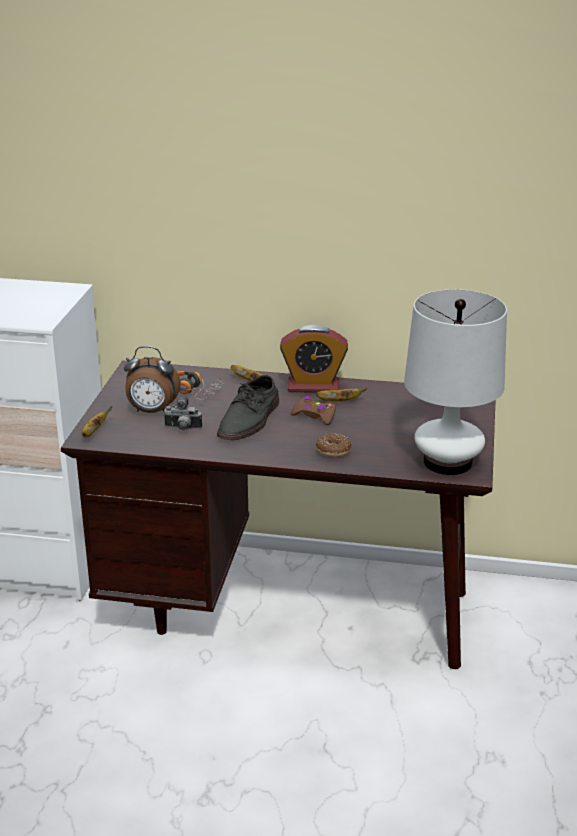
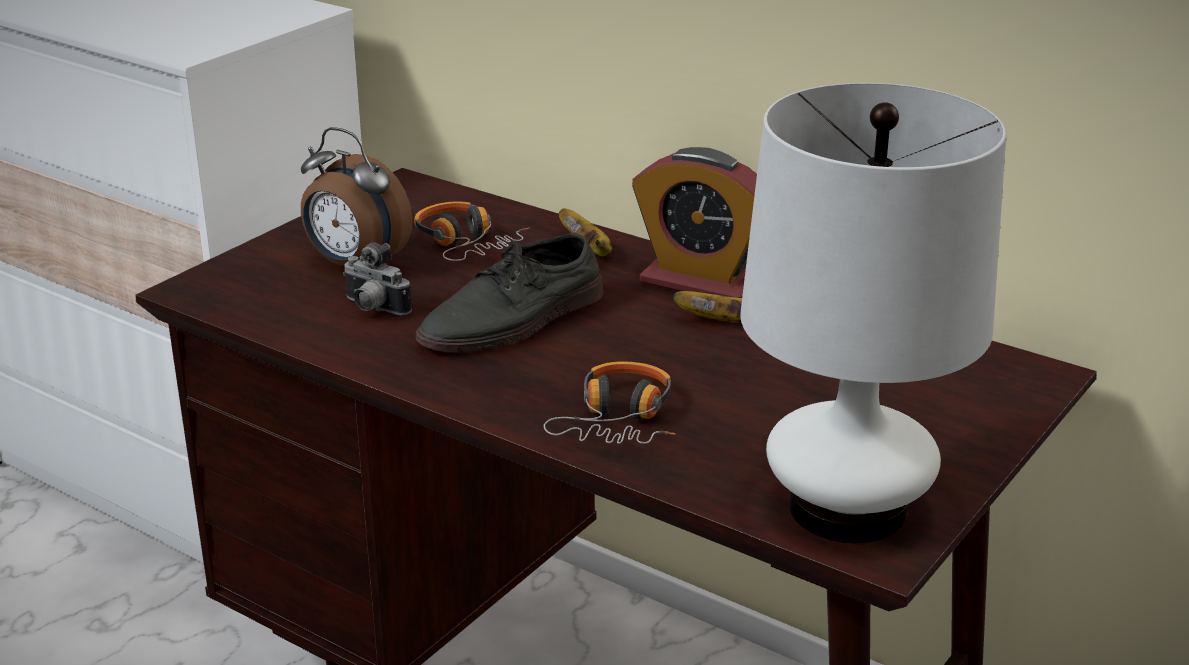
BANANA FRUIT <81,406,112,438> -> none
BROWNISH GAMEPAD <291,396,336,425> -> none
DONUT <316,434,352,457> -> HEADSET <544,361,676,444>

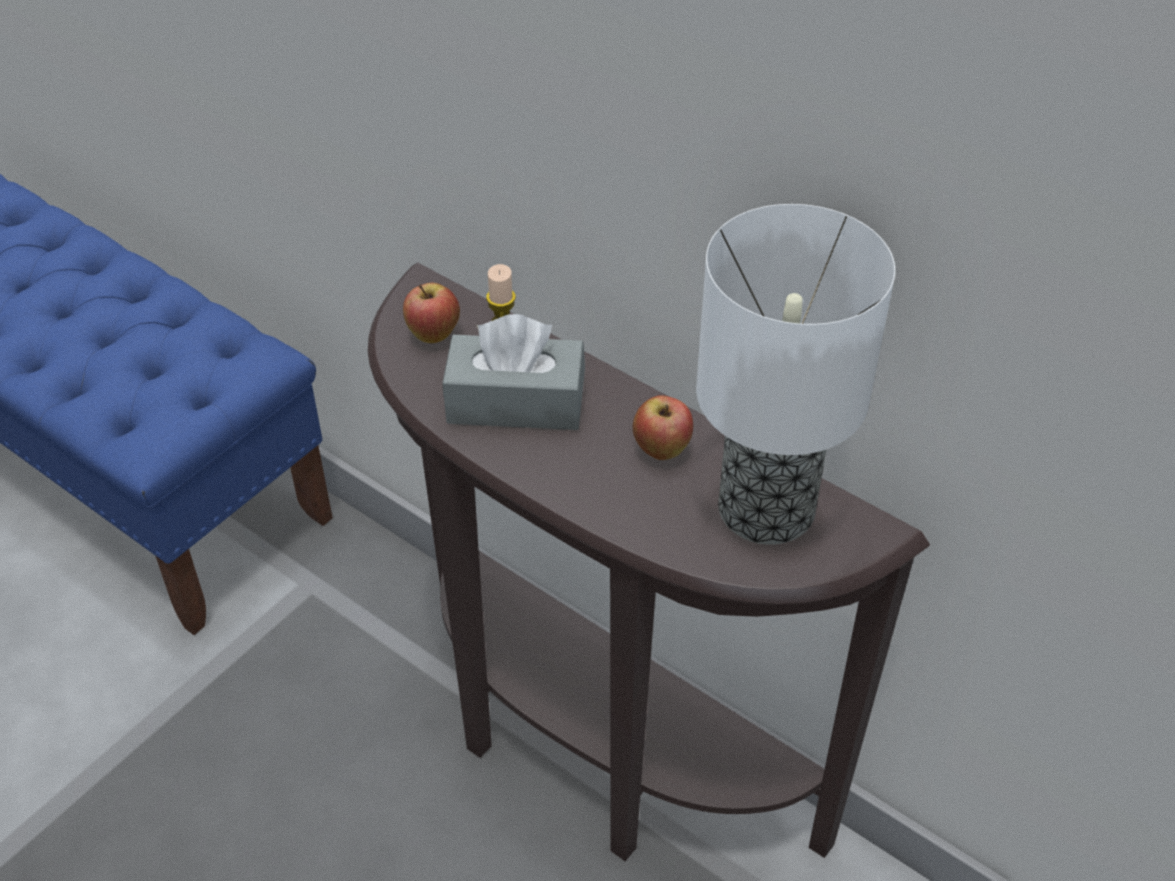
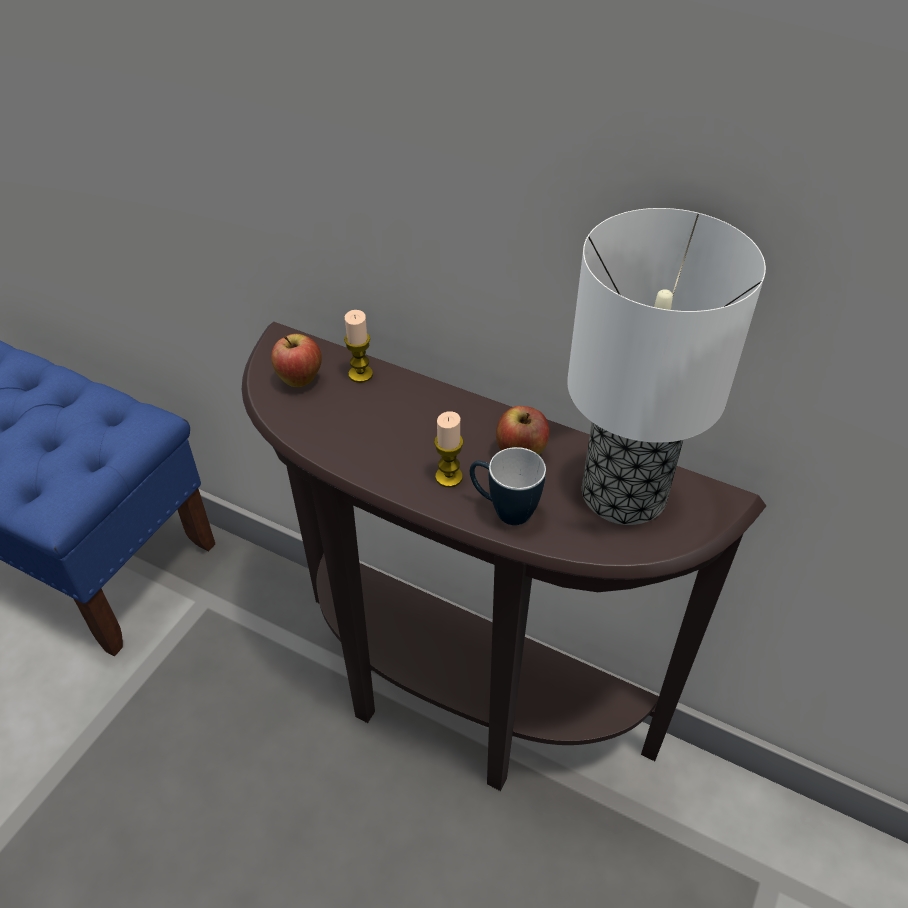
GRAY TISSUE BOX <442,314,585,430> -> none
none -> CANDLE <434,411,463,487>
none -> COFFEE MUG <470,447,546,525>

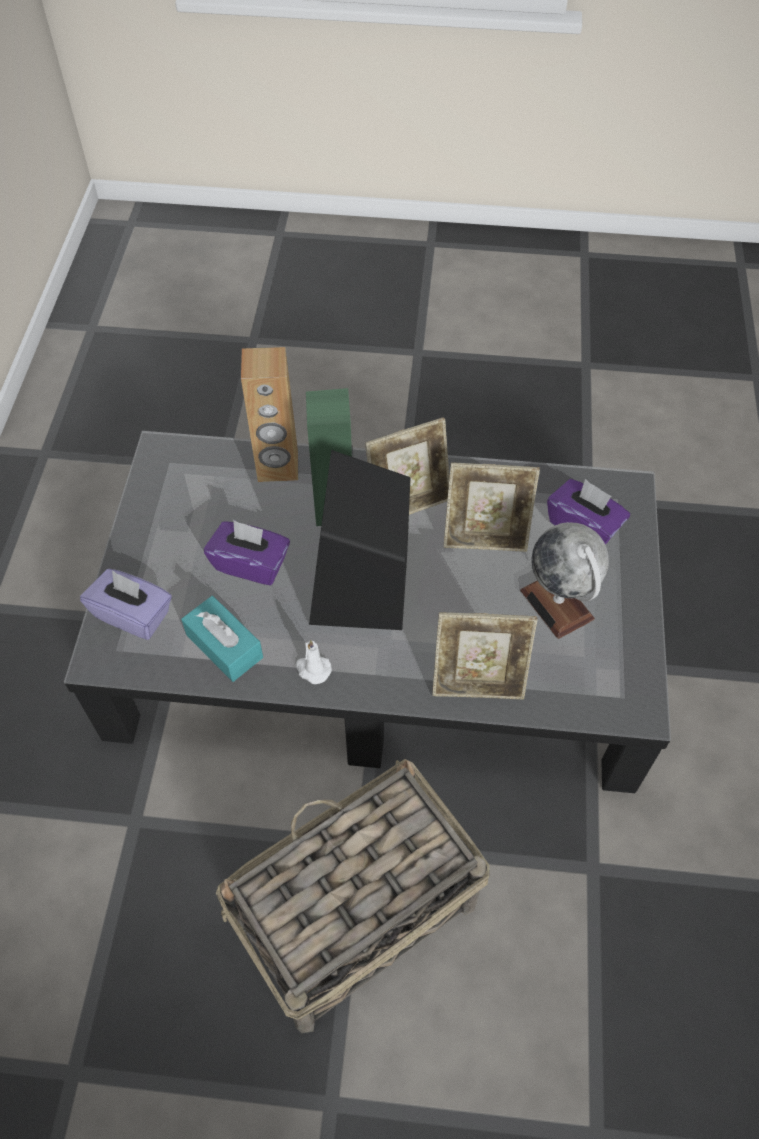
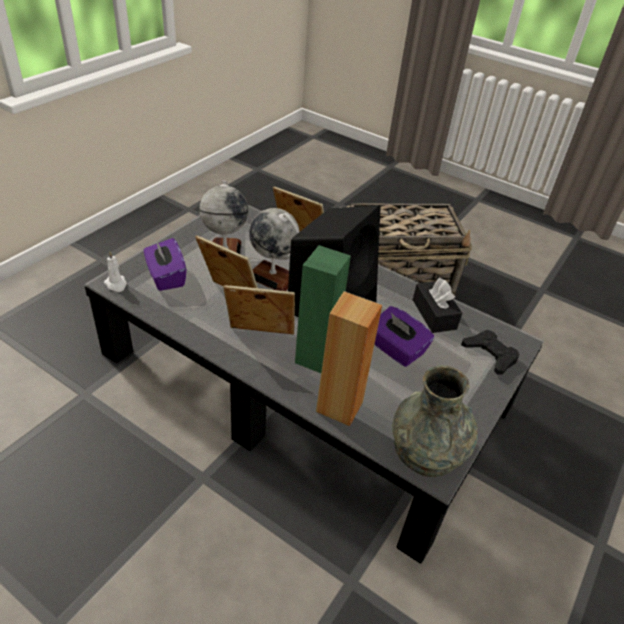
PURPLE-COLOURED TISSUE BOX <80,569,172,640> -> BLACKISH GAMEPAD <461,330,520,375>
TURQUOISE TISSUE BOX <181,596,263,682> -> BLACKISH TISSUE BOX <413,277,462,333>
WHITE CANDLE <296,640,332,684> -> WHITE CANDLE <104,251,127,292>, shifted
none -> WORLD GLOBE <249,208,299,291>
none -> GRAY FLOWER VASE <392,365,478,477>

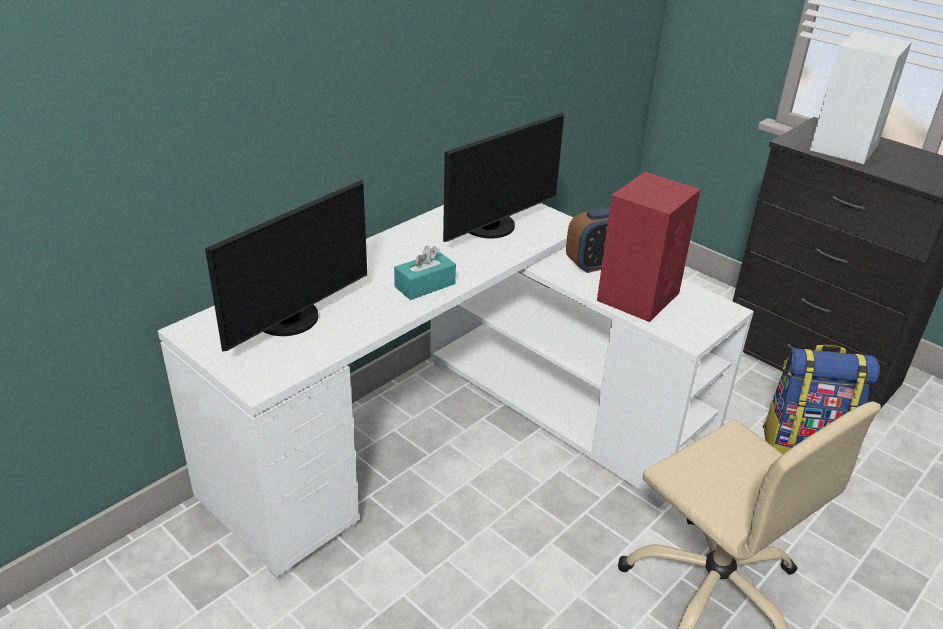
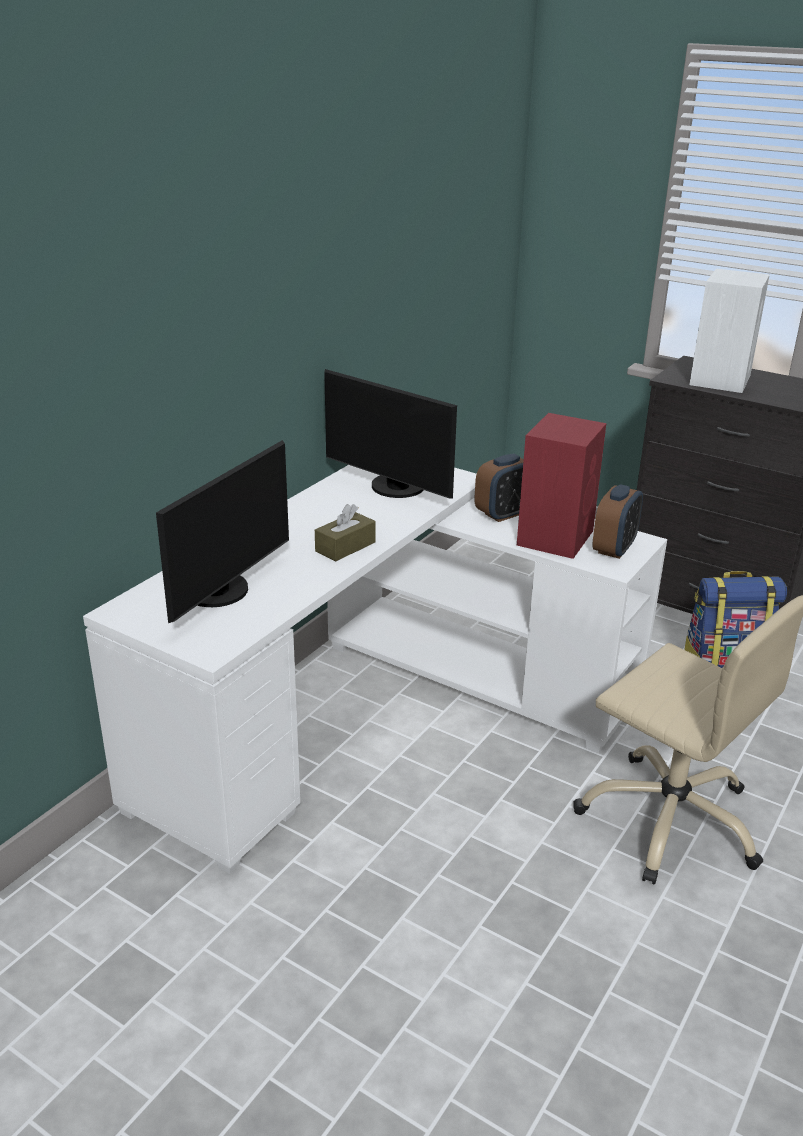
TURQUOISE TISSUE BOX <394,246,456,300> -> BROWNISH TISSUE BOX <315,504,376,561>
MONITOR <443,113,564,242> -> MONITOR <324,369,457,499>, 90 degrees clockwise
none -> BEDSIDE CLOCK <593,484,643,559>

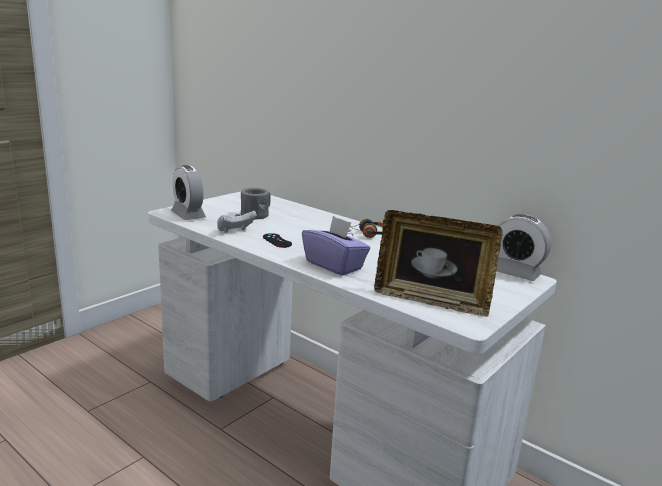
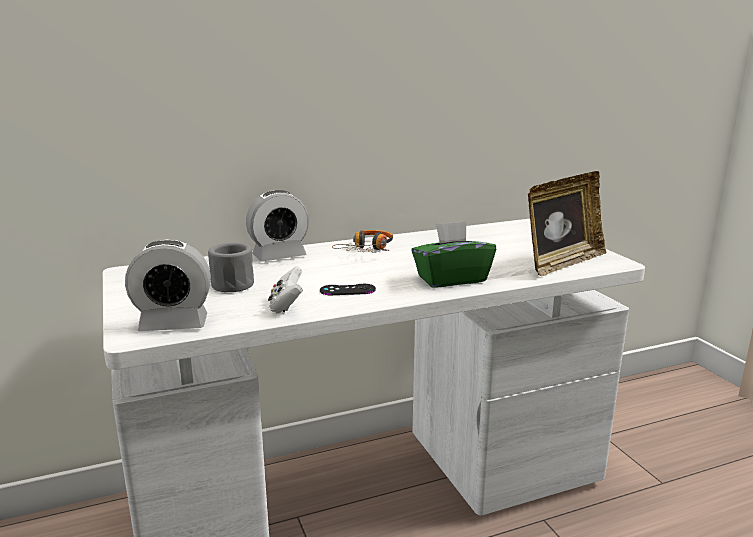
PURPLE-COLOURED TISSUE BOX <302,216,370,276> -> GREENISH TISSUE BOX <411,221,496,288>
BEDSIDE CLOCK <496,214,551,281> -> BEDSIDE CLOCK <246,190,309,262>, shifted

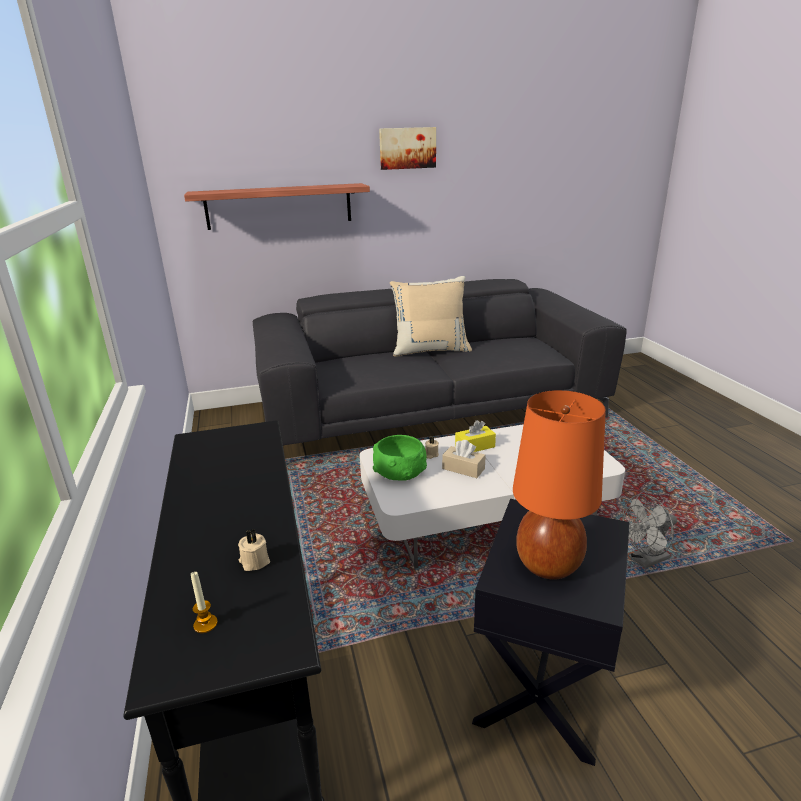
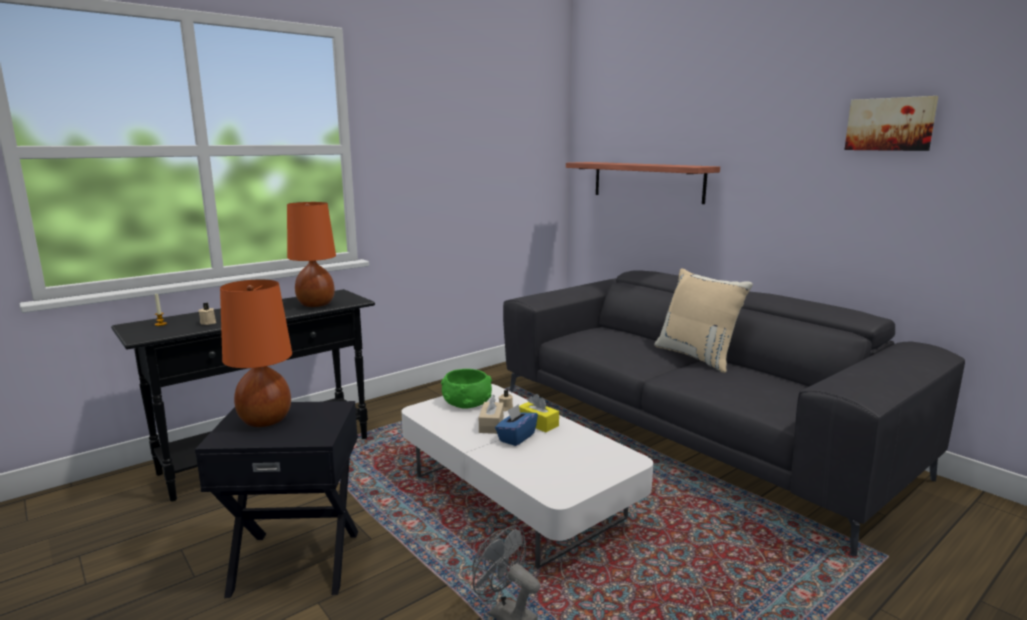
WALL PICTURE <379,127,436,170> -> WALL PICTURE <844,96,938,151>, shifted
none -> ORANGE-COLOURED TABLETOP LAMP <287,202,336,307>
none -> BLUE TISSUE BOX <495,404,538,446>

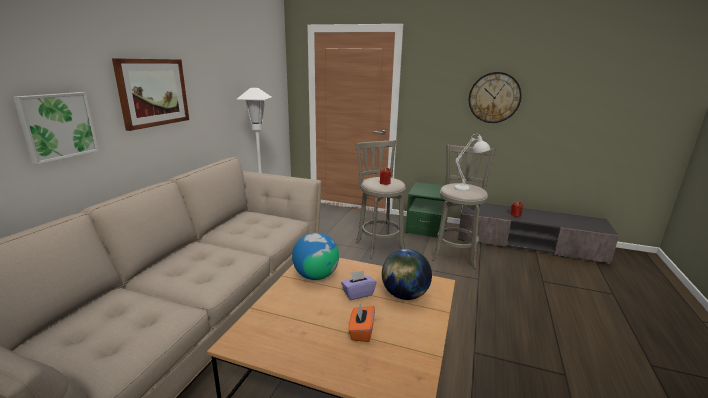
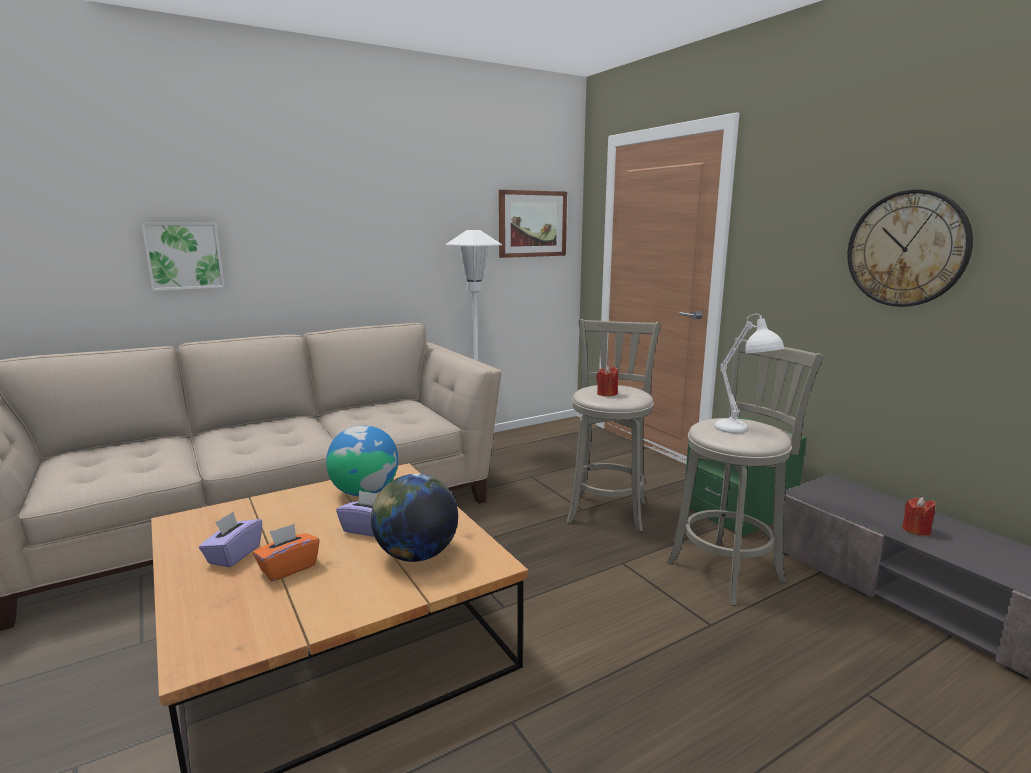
WALL PICTURE <112,58,189,131> -> WALL PICTURE <499,190,567,258>, shifted
none -> PURPLE-COLOURED TISSUE BOX <199,512,262,568>

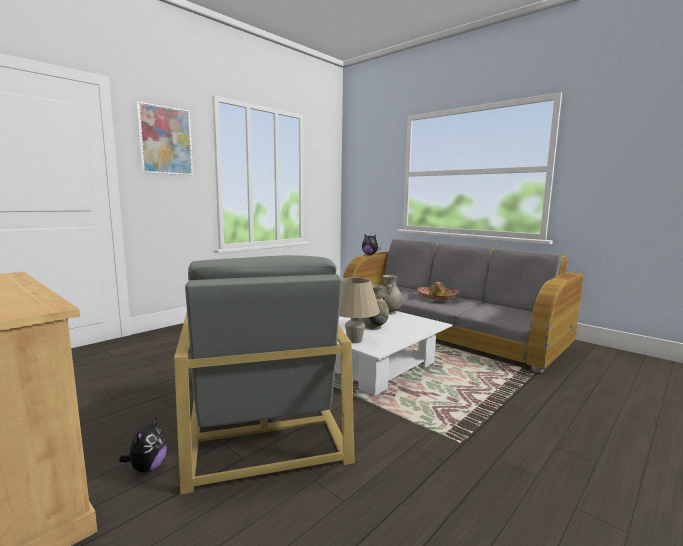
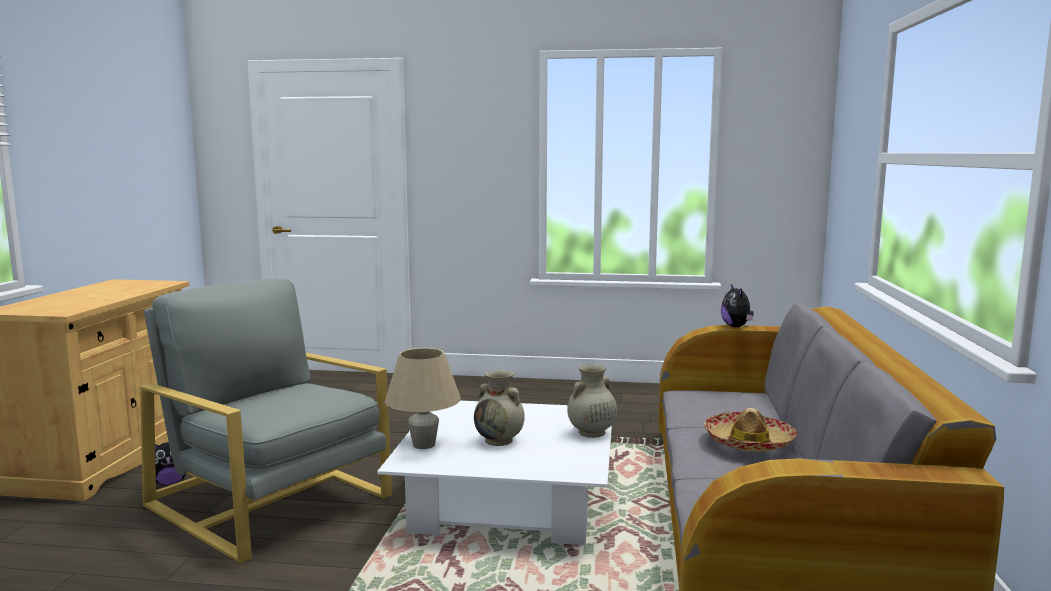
WALL PICTURE <137,102,193,175> -> none
GRAY EASY CHAIR <174,255,355,494> -> GRAY EASY CHAIR <140,278,392,563>, 90 degrees clockwise

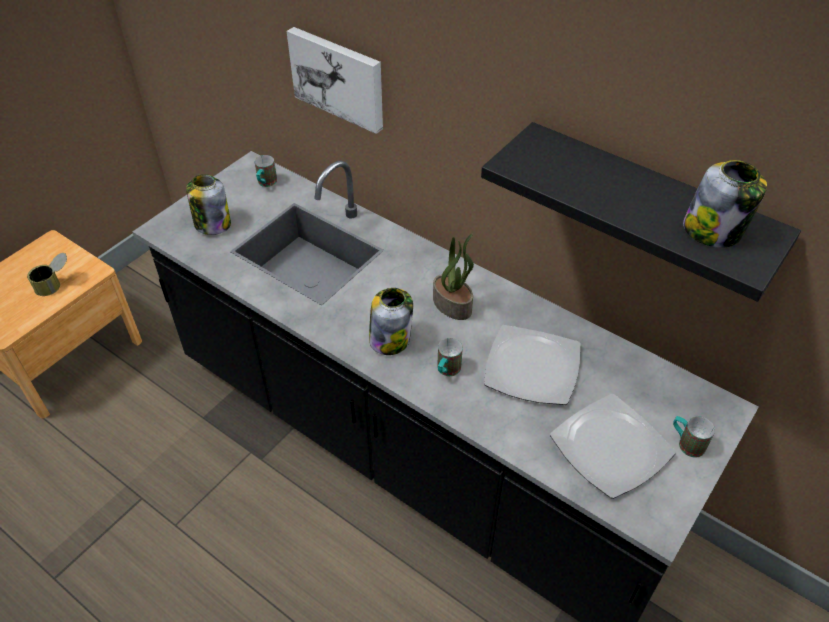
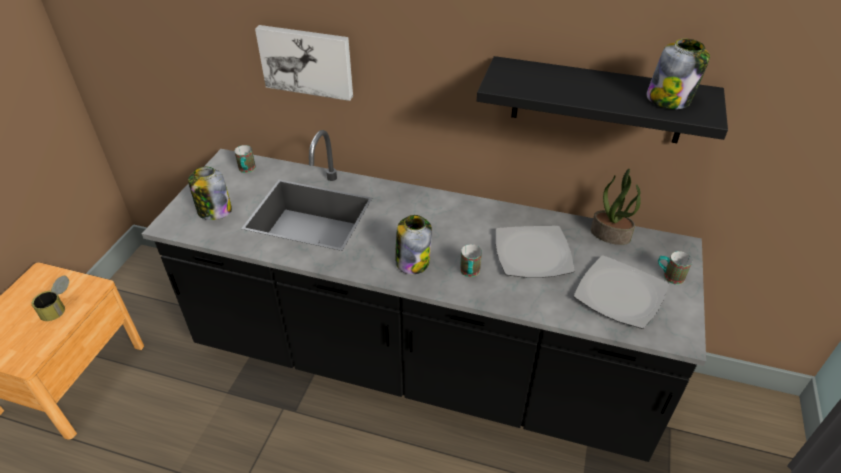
HOUSEPLANT <433,233,474,320> -> HOUSEPLANT <591,169,641,245>, shifted

